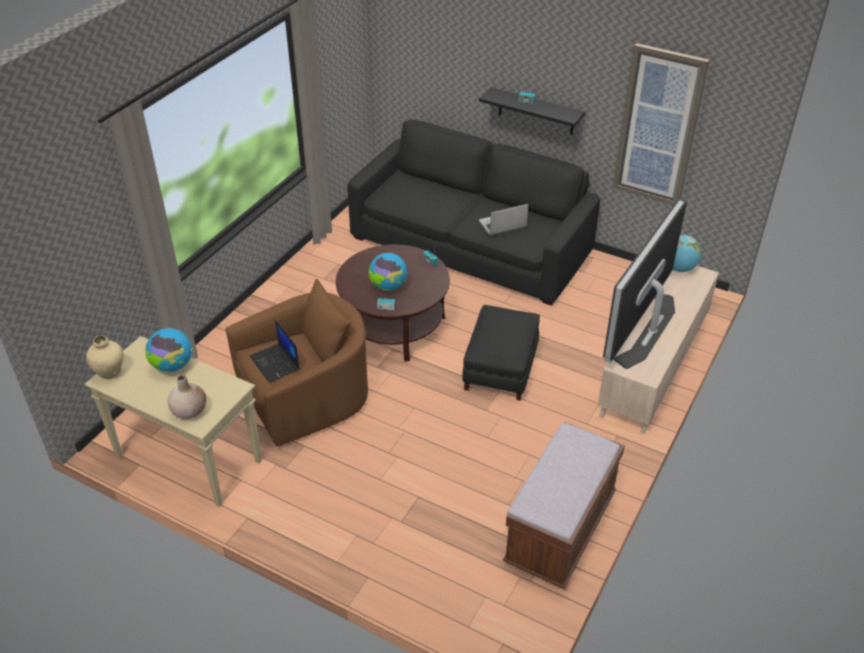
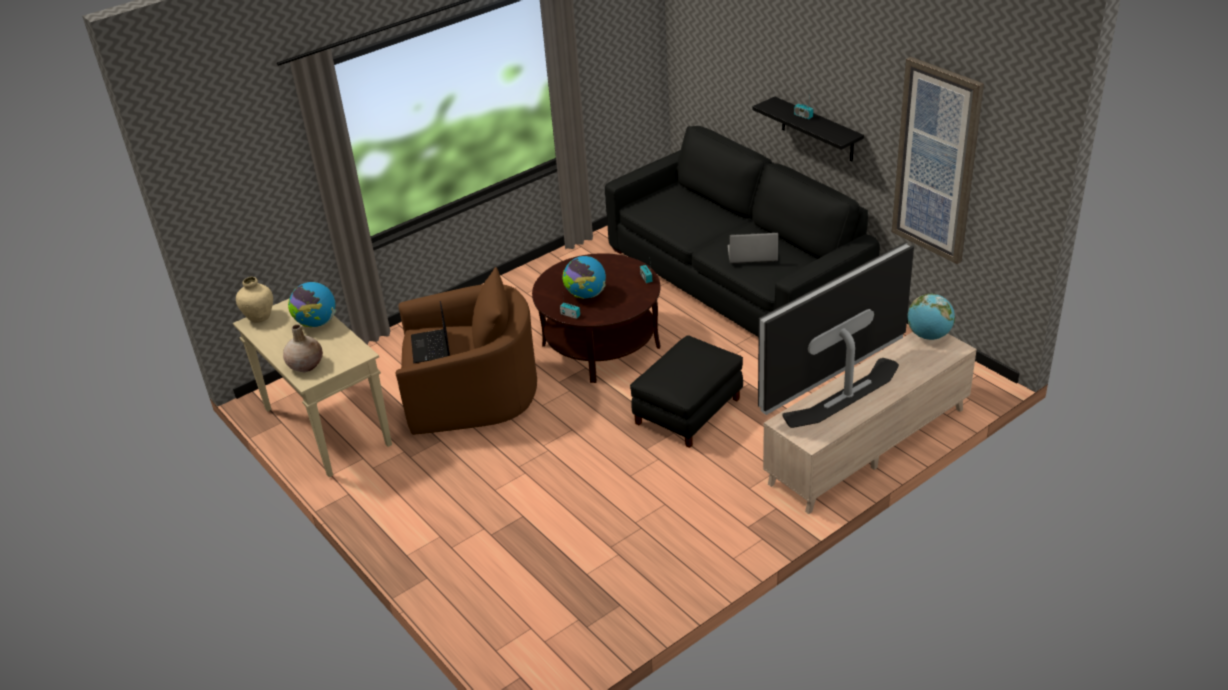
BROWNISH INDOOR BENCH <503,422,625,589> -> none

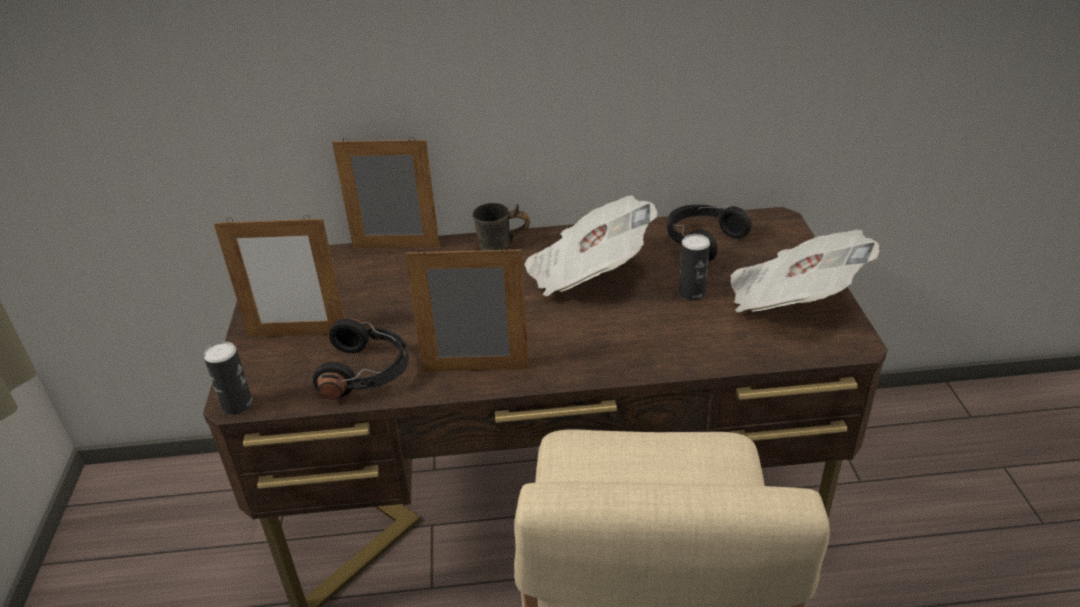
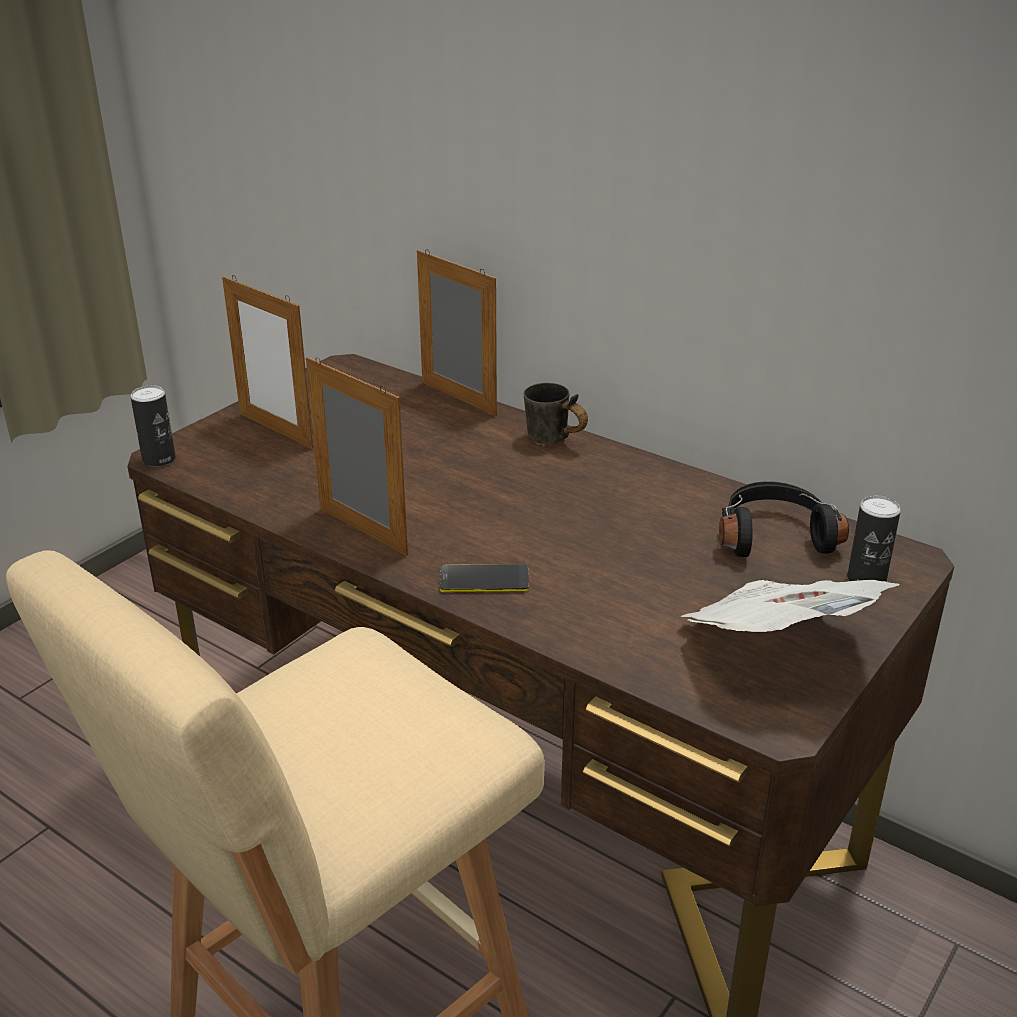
BLACKISH HEADSET <313,318,409,400> -> none
NEWSPAPER <524,195,657,297> -> none
METAL CAN <678,234,710,300> -> METAL CAN <847,496,901,582>, shifted
none -> HANDSET <440,564,529,592>

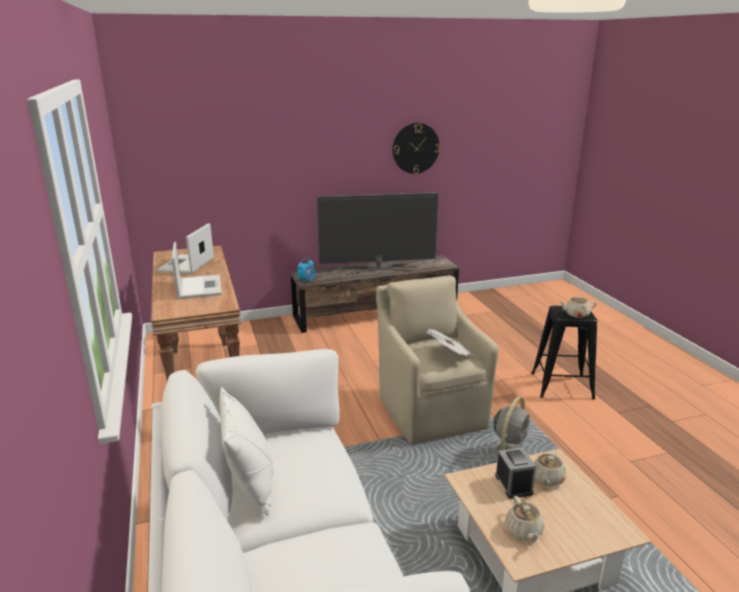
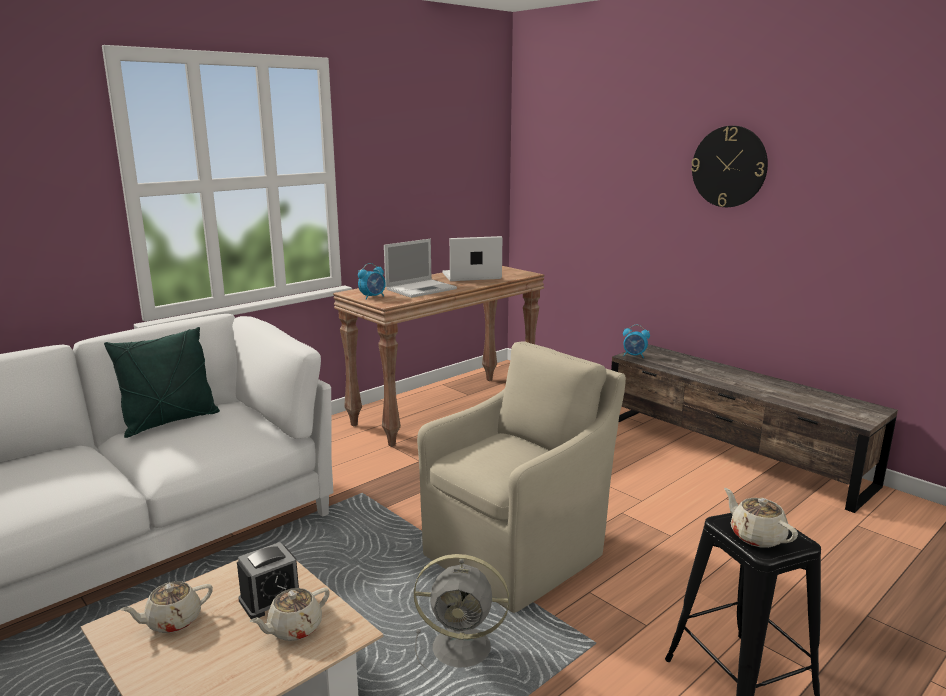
WHITE CUSHION <219,387,273,516> -> GREENISH CUSHION <104,327,220,438>
TELEVISION <317,192,439,274> -> none
HANGING CLOCK <392,123,440,174> -> HANGING CLOCK <691,126,768,207>, shifted
NEWSPAPER <427,329,476,356> -> none
BEIGE-COLOURED TEA POT <534,450,566,486> -> BEIGE-COLOURED TEA POT <249,588,330,641>, 45 degrees counterclockwise
none -> BEDSIDE CLOCK <358,263,386,300>

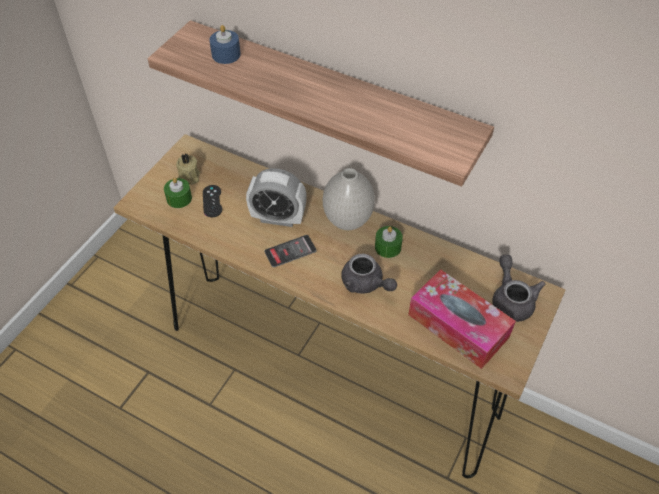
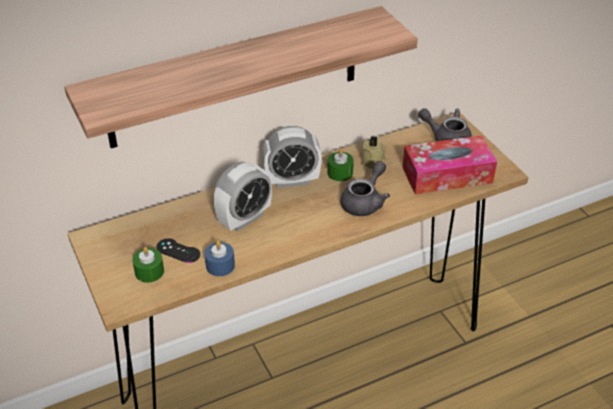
BEIGE-COLOURED CANDLE <176,154,200,185> -> BEIGE-COLOURED CANDLE <361,136,386,169>, shifted
BLUE CANDLE <209,25,241,64> -> BLUE CANDLE <205,241,235,276>, shifted
HANDSET <265,235,316,267> -> none
WHITE FLOWER VASE <323,168,375,230> -> BEDSIDE CLOCK <262,126,322,188>
GRAY TEA POT <341,254,397,294> -> GRAY TEA POT <340,161,390,216>, 45 degrees counterclockwise

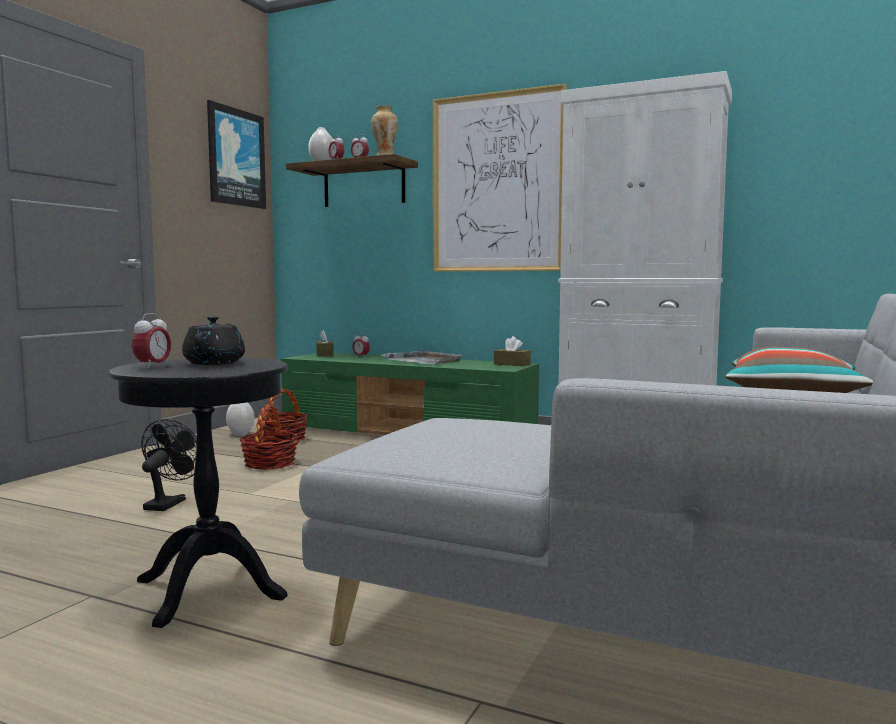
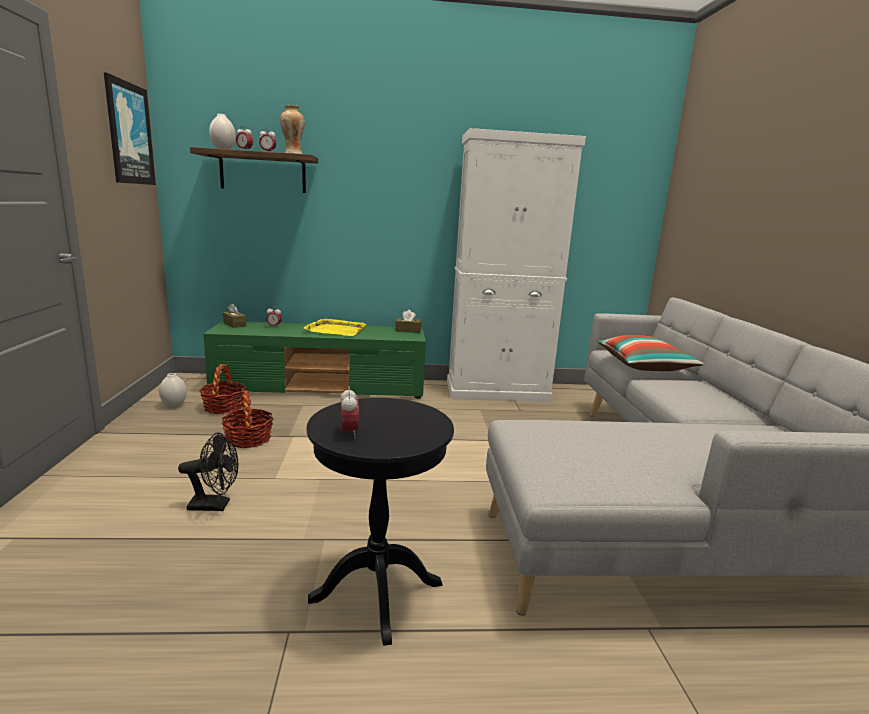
BLACKISH COOLING FAN <141,419,197,511> -> BLACKISH COOLING FAN <178,432,238,511>, 105 degrees clockwise
BLACKISH TEA POT <182,316,245,365> -> none
GRAY SERVING TRAY <381,349,463,364> -> YELLOWISH SERVING TRAY <304,318,366,336>
WALL PICTURE <433,84,567,272> -> none

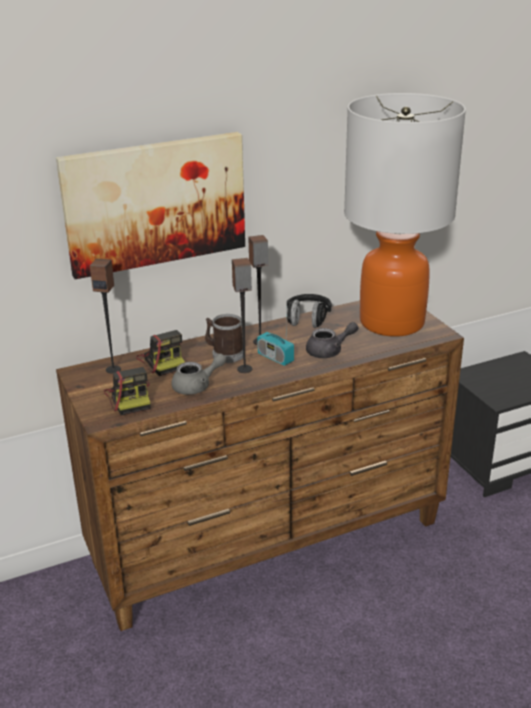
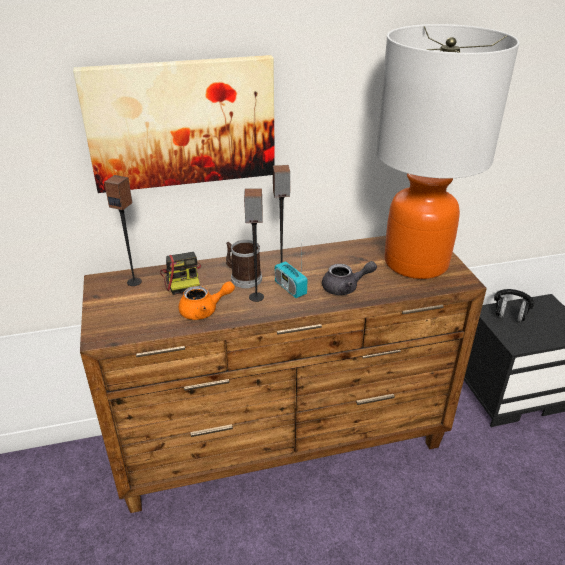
PHOTO CAMERA <104,367,150,415> -> none
GRAY TEA POT <171,354,226,395> -> ORANGE-COLOURED TEA POT <178,281,235,320>
BLACKISH HEADSET <287,294,332,328> -> BLACKISH HEADSET <494,289,534,322>, shifted

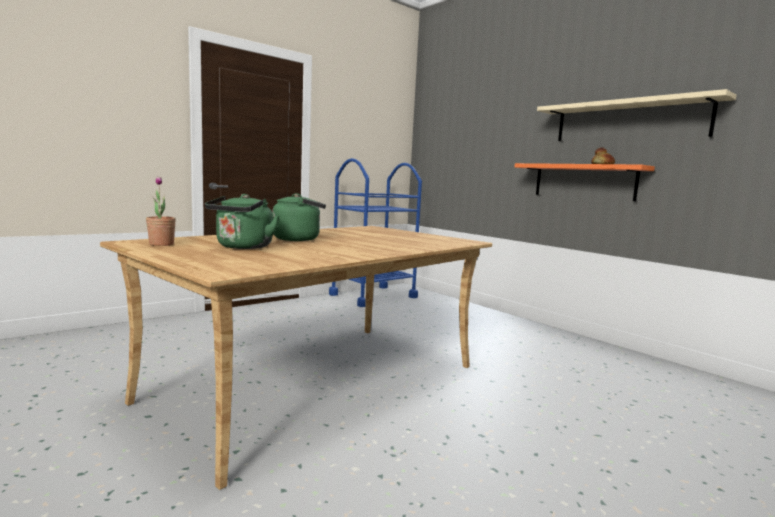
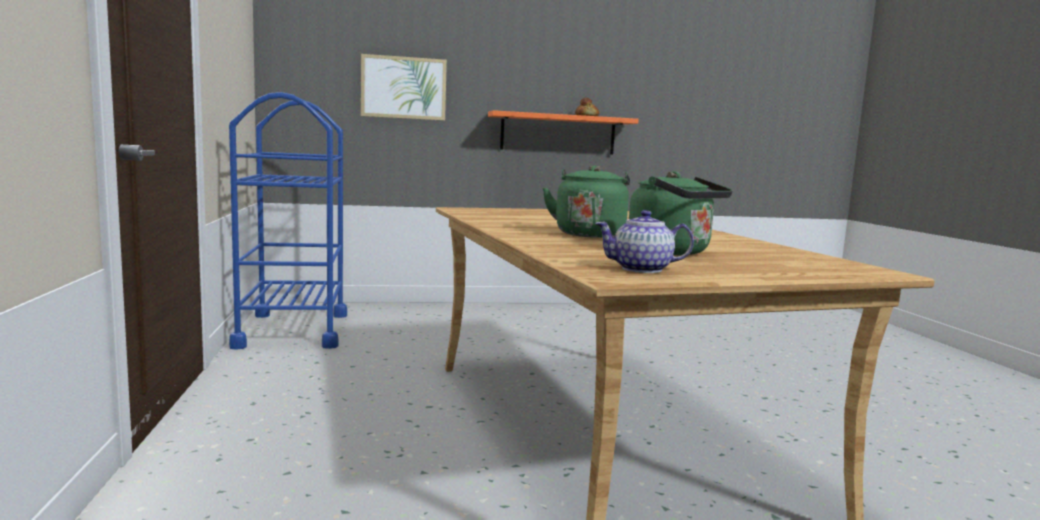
HOUSEPLANT <146,176,176,246> -> TEA POT <595,210,694,273>
BEIGE-COLOURED WALL SHELF <537,89,737,141> -> none
none -> WALL PICTURE <361,54,447,121>

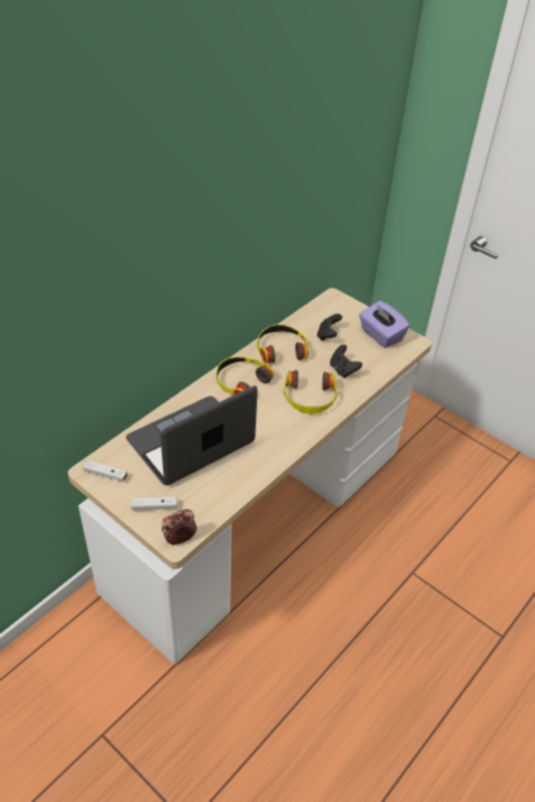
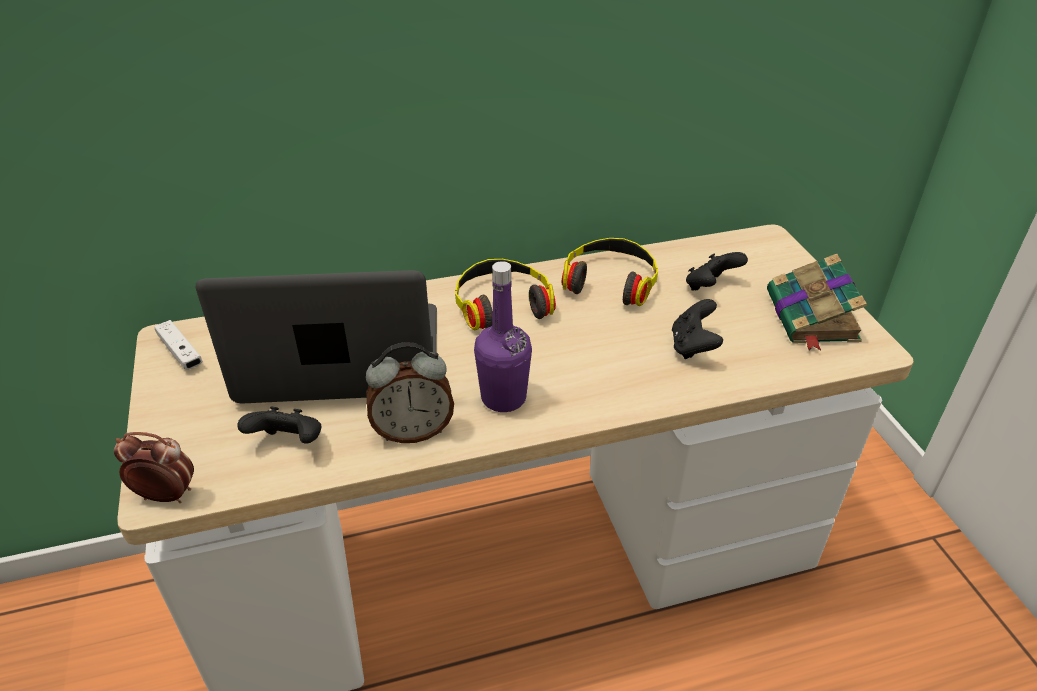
WHITE GAMEPAD <131,497,177,510> -> none
HEADSET <284,370,337,414> -> none
PURPLE-COLOURED TISSUE BOX <359,301,410,348> -> BOOK <767,254,867,351>
none -> BLACKISH GAMEPAD <237,407,322,444>
none -> BEDSIDE CLOCK <366,342,454,443>
none -> PURPLE-COLOURED BOTTLE <474,261,532,412>

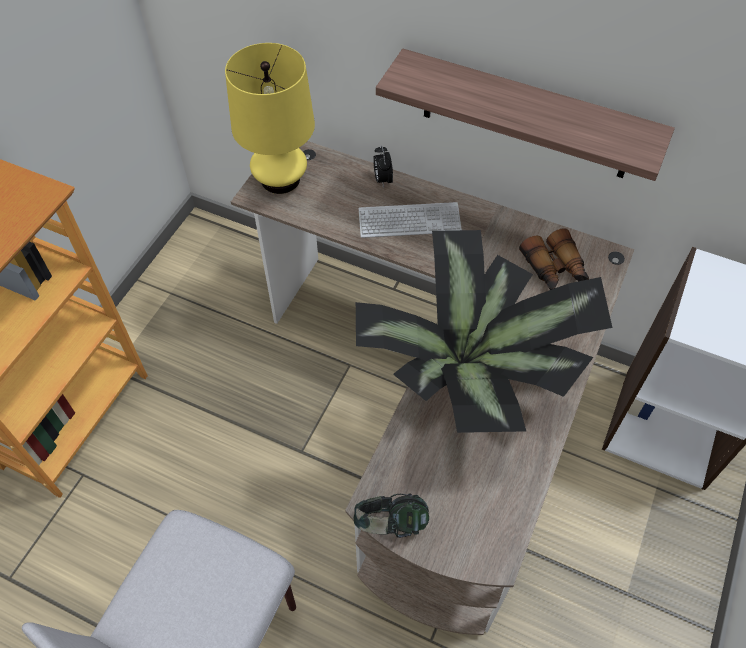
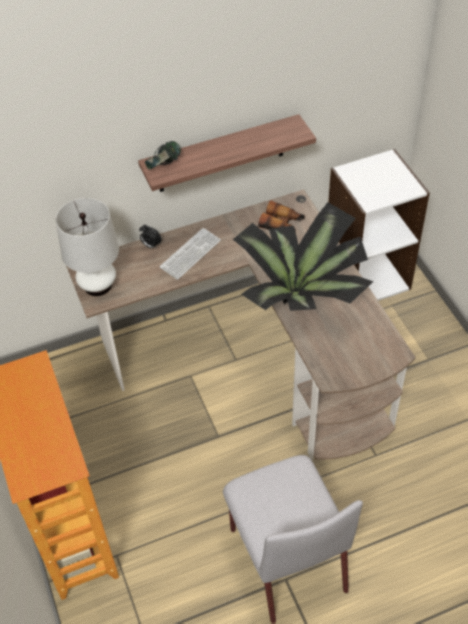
YELLOWISH TABLETOP LAMP <225,43,315,194> -> WHITE TABLETOP LAMP <56,198,119,296>
HEADSET <354,493,429,538> -> HEADSET <145,141,181,170>, shifted

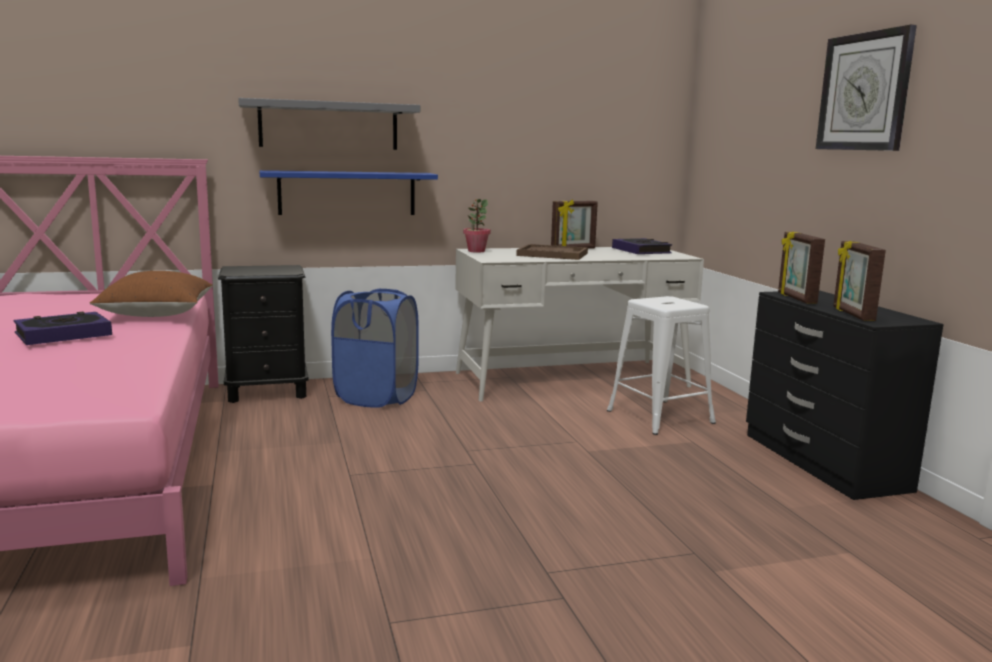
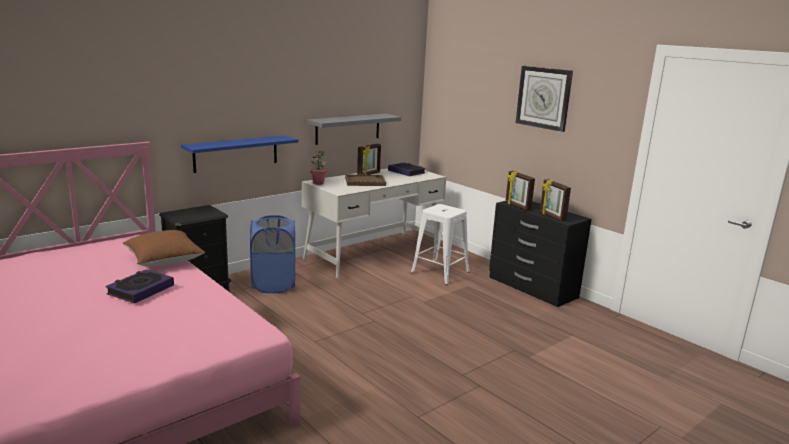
GRAY WALL SHELF <238,98,420,150> -> GRAY WALL SHELF <307,114,401,145>, shifted

